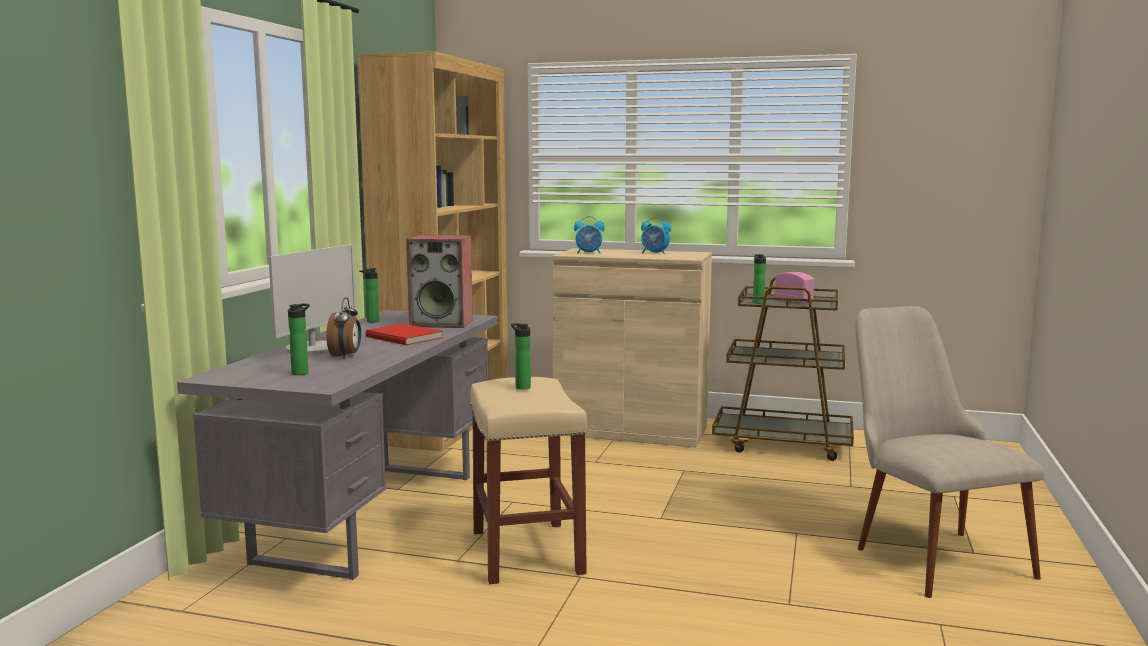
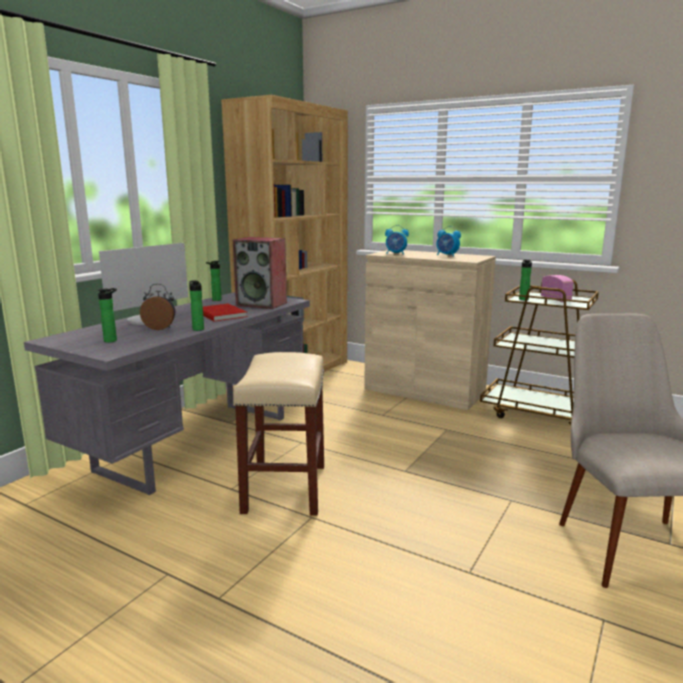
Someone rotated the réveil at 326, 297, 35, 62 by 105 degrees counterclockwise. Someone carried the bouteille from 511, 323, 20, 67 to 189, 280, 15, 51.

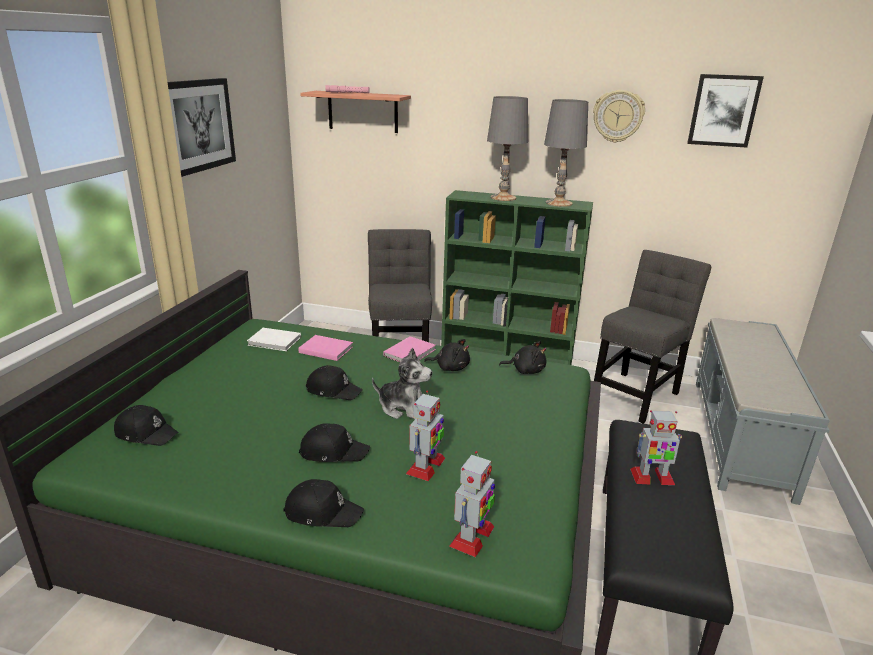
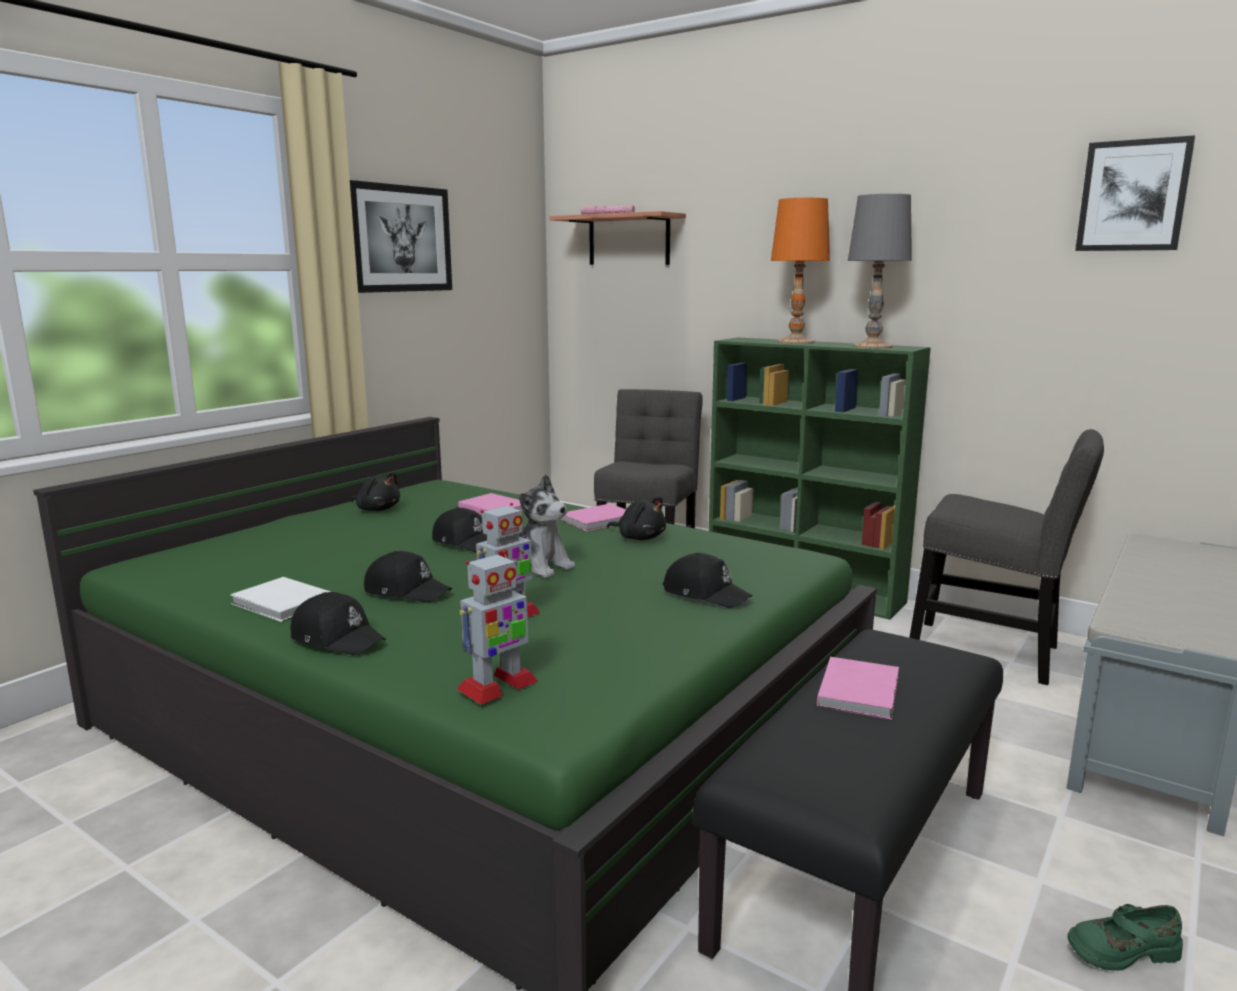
Someone carried the livre [blanc] from 247, 328, 54, 23 to 230, 577, 101, 45. Someone carried the peluche [noir] from 499, 341, 48, 33 to 351, 472, 49, 39. Someone carried the casquette [noir] from 114, 405, 65, 41 to 663, 553, 90, 55. Someone repainted the lampe de table [gris] at 487, 96, 41, 105, which became the lampe de table [orange] at 771, 198, 59, 146. Someone swapped the robot jouet at 630, 410, 52, 75 for the livre [rose] at 817, 657, 82, 63. Someone rotated the chaise [gris] at 594, 250, 117, 174 by 60 degrees clockwise. Someone put down the chaussure [vert] at 1067, 904, 116, 67. Someone took away the horloge murale at 593, 90, 52, 53.

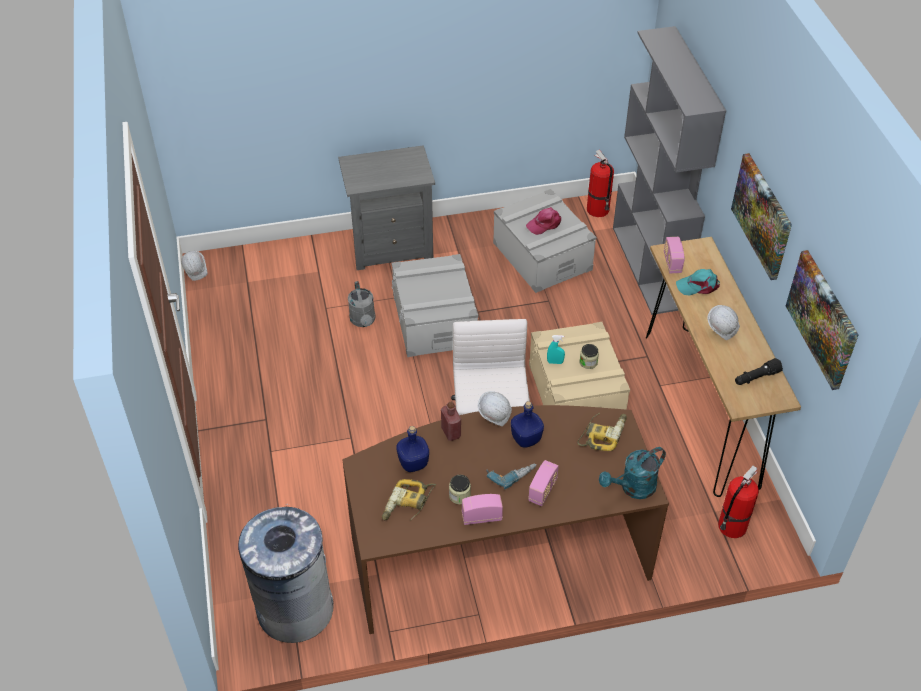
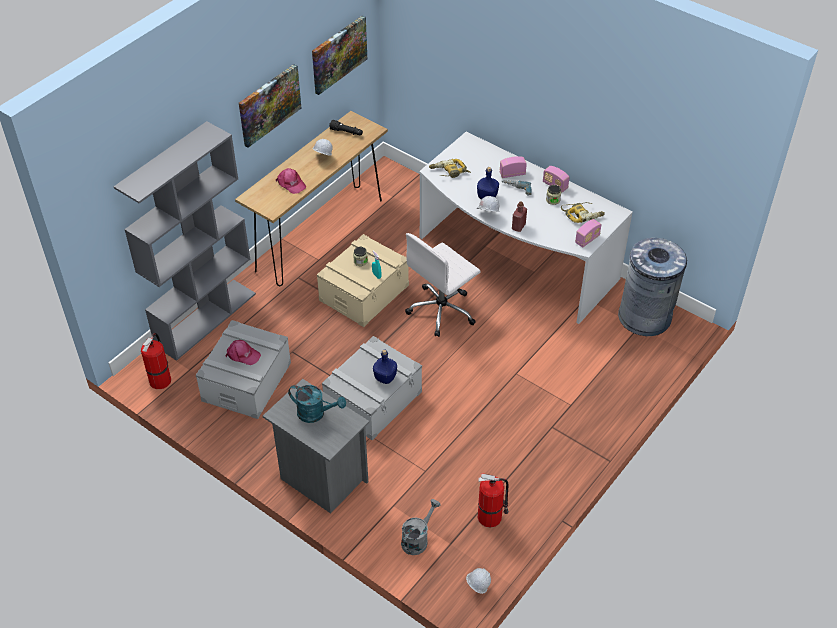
Someone repainted the casquette [turquoise] at 676, 269, 44, 27, which became the casquette [rose] at 276, 168, 30, 26. Someone carried the arrosoir [turquoise] from 599, 447, 67, 52 to 288, 385, 58, 38. Someone carried the bouteille [bleu] from 396, 426, 33, 46 to 373, 350, 24, 34. Someone carried the arrosoir [gris] from 348, 281, 28, 46 to 401, 499, 40, 56. Someone repainted the bureau [marron] at 342, 405, 327, 229, which became the bureau [blanc] at 419, 132, 214, 192. Someone carried the extincteur from 718, 466, 41, 72 to 478, 473, 31, 55. Someone carried the radio from 664, 237, 21, 36 to 575, 219, 27, 28.

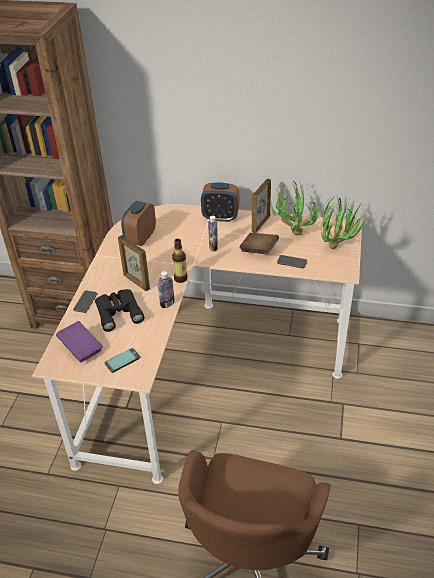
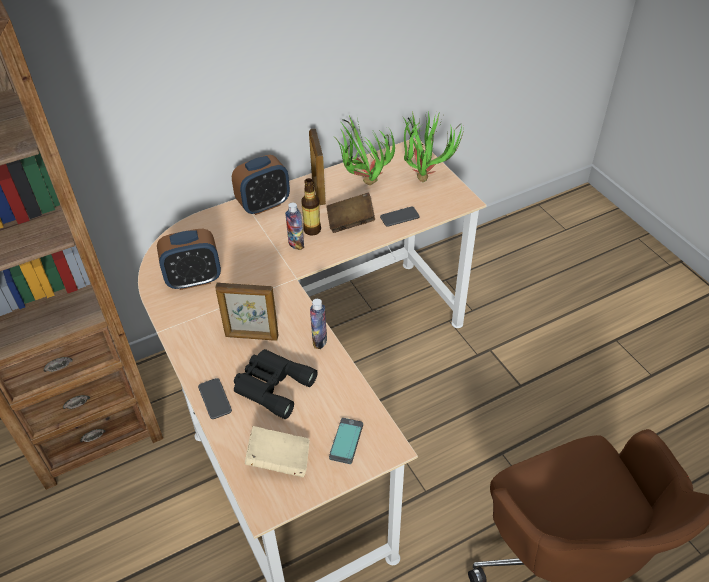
Someone rotated the réveil at 121, 201, 35, 45 by 90 degrees counterclockwise. Someone repainted the livre [violet] at 56, 321, 47, 42, which became the livre [beige] at 245, 426, 65, 52. Someone carried the bouteille from 172, 239, 16, 44 to 301, 178, 20, 58.

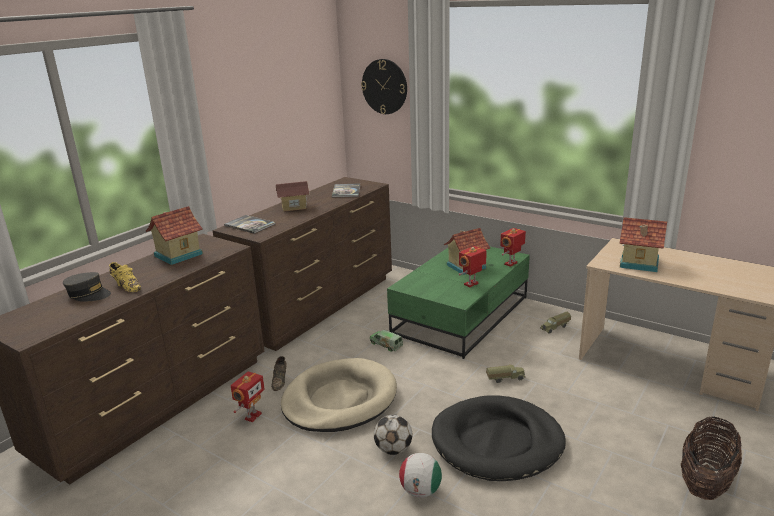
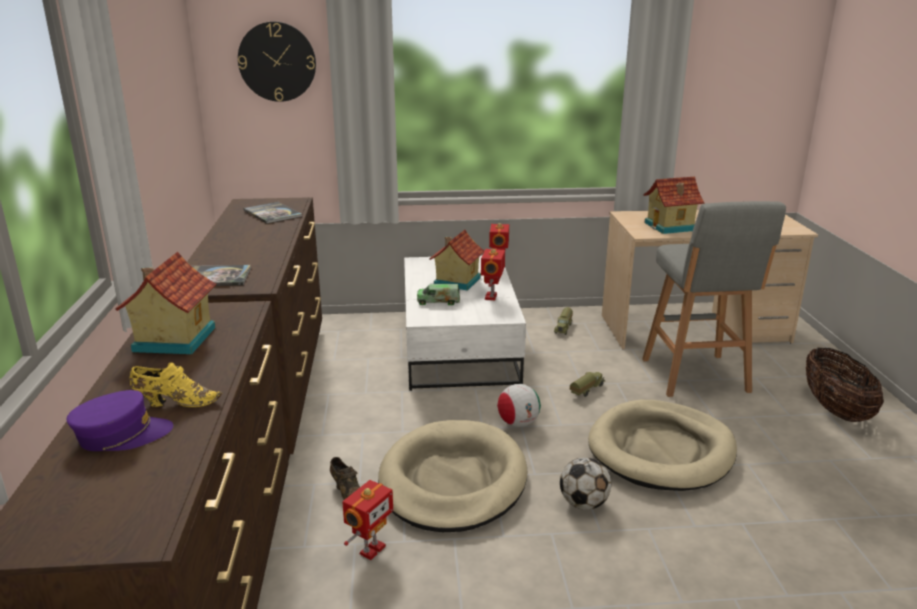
Someone repainted the casquette [gris] at 63, 272, 48, 30, which became the casquette [violet] at 67, 390, 106, 61. Someone rotated the robot jouet at 230, 371, 35, 51 by 45 degrees clockwise. Someone repainted the table basse [vert] at 387, 247, 143, 112, which became the table basse [blanc] at 404, 255, 122, 136. Someone carried the camion jouet from 370, 330, 33, 22 to 417, 284, 43, 21. Someone carried the ballon de foot from 399, 453, 43, 45 to 497, 384, 44, 43. Someone repainted the panier pour chien [noir] at 432, 395, 134, 86, which became the panier pour chien [beige] at 588, 400, 149, 91. Someone put down the tabouret [gris] at 642, 201, 144, 196. Someone took away the maison miniature at 276, 181, 33, 31.

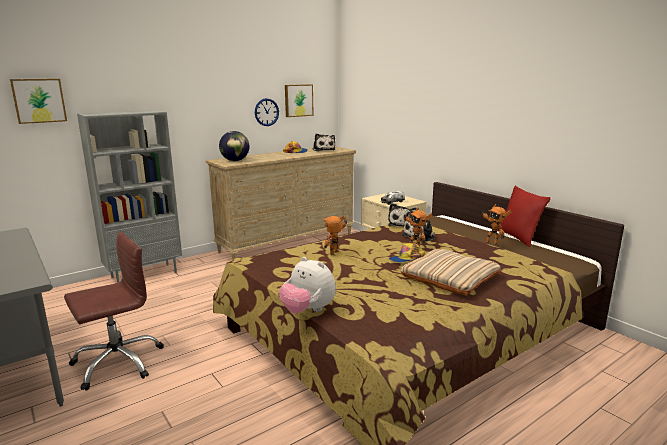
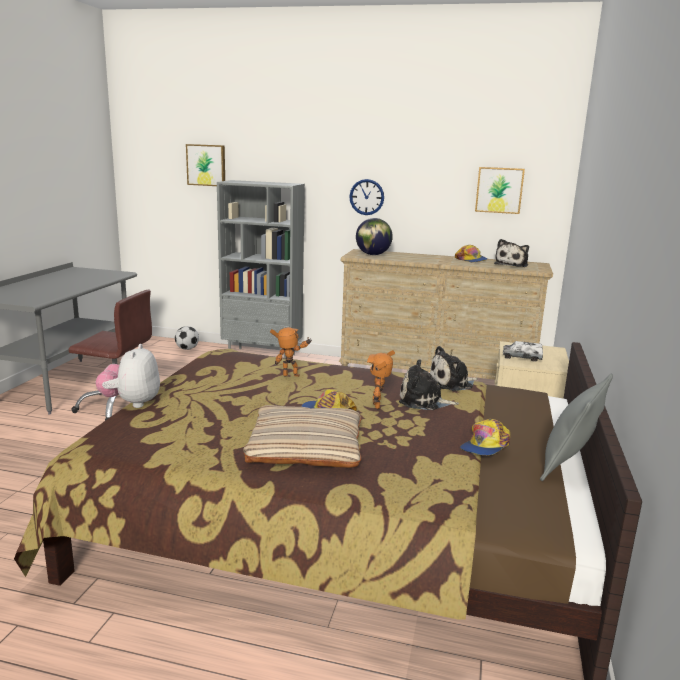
Someone put down the ballon de foot at 175, 326, 24, 24. Someone carried the horloge murale from 255, 98, 24, 28 to 349, 179, 35, 36. Someone swapped the robot jouet at 481, 204, 31, 40 for the casquette at 460, 419, 50, 36. Someone repainted the coussin [rouge] at 497, 186, 54, 61, which became the coussin [gris] at 540, 374, 73, 107.

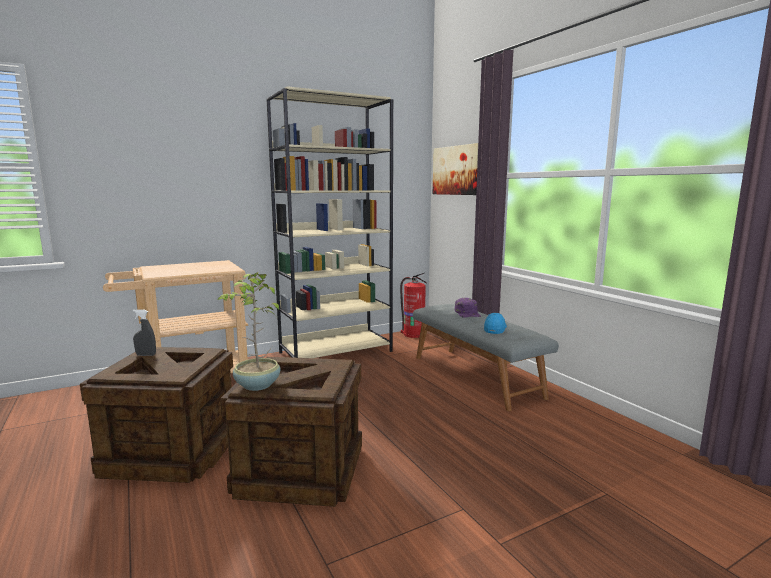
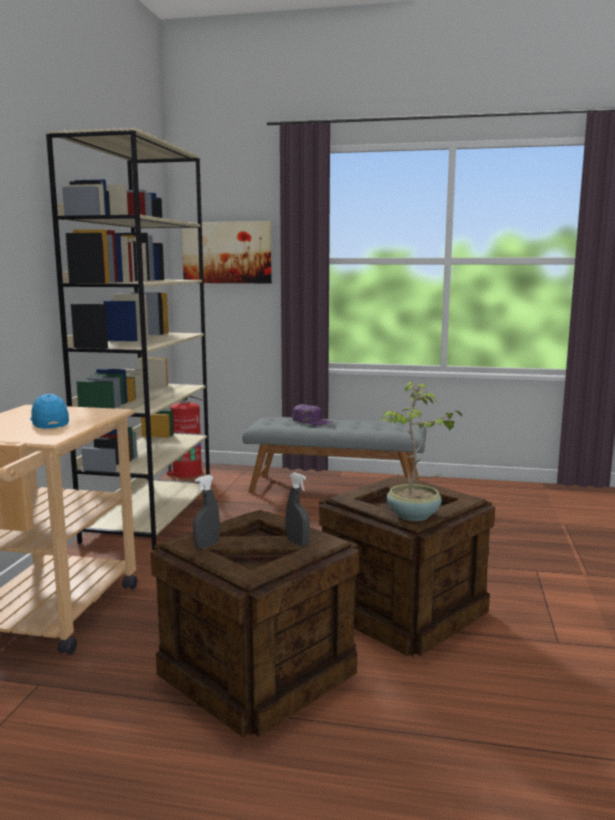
Someone carried the casquette [bleu] from 484, 313, 23, 21 to 30, 394, 39, 35. Someone put down the vaporisateur [gris] at 285, 472, 24, 75.

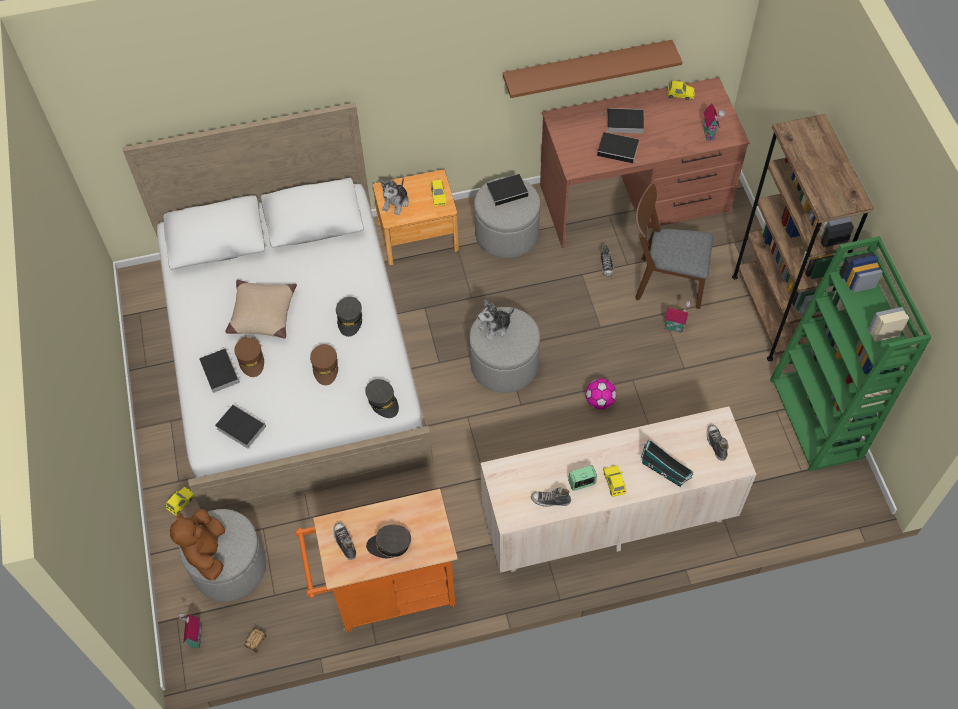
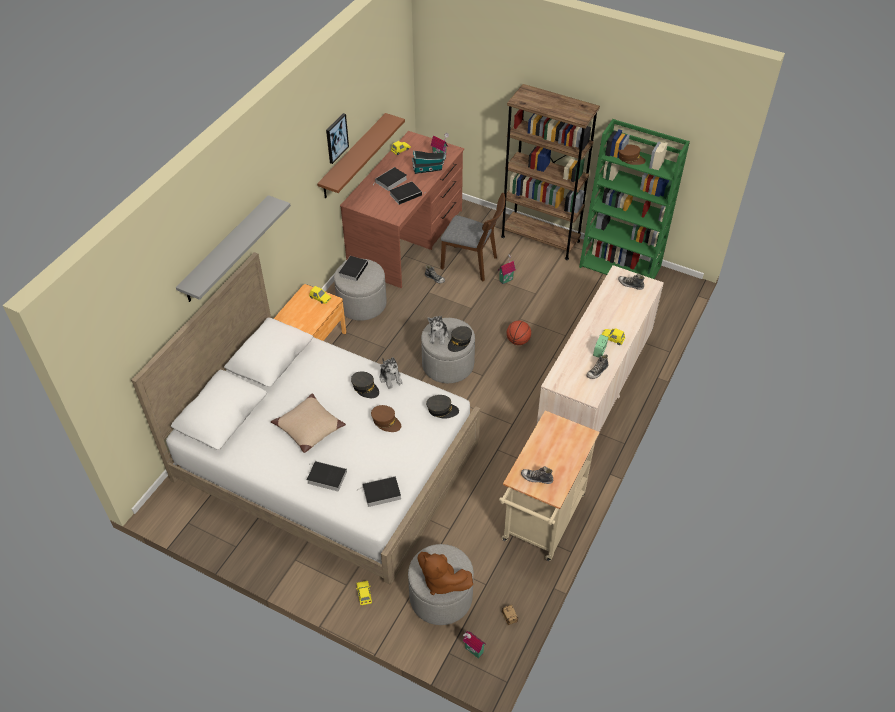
Someone put up the étagère [gris] at 176, 195, 115, 107. Someone put up the tableau at 326, 113, 23, 51. Someone carried the peluche from 380, 178, 29, 37 to 380, 357, 23, 32. Someone carried the maison miniature from 641, 439, 53, 48 to 412, 151, 34, 23. Someone rotated the chaise [marron] at 635, 183, 78, 126 by 120 degrees counterclockwise. Someone carried the casquette [gris] from 366, 525, 45, 33 to 448, 326, 24, 26. Someone repainted the chariot [orange] at 295, 489, 163, 144, which became the chariot [beige] at 499, 410, 101, 151. Someone swapped the ballon de foot at 586, 378, 31, 31 for the ballon de basket at 507, 321, 24, 24. Someone carried the casquette [marron] from 234, 337, 30, 40 to 618, 144, 28, 21.

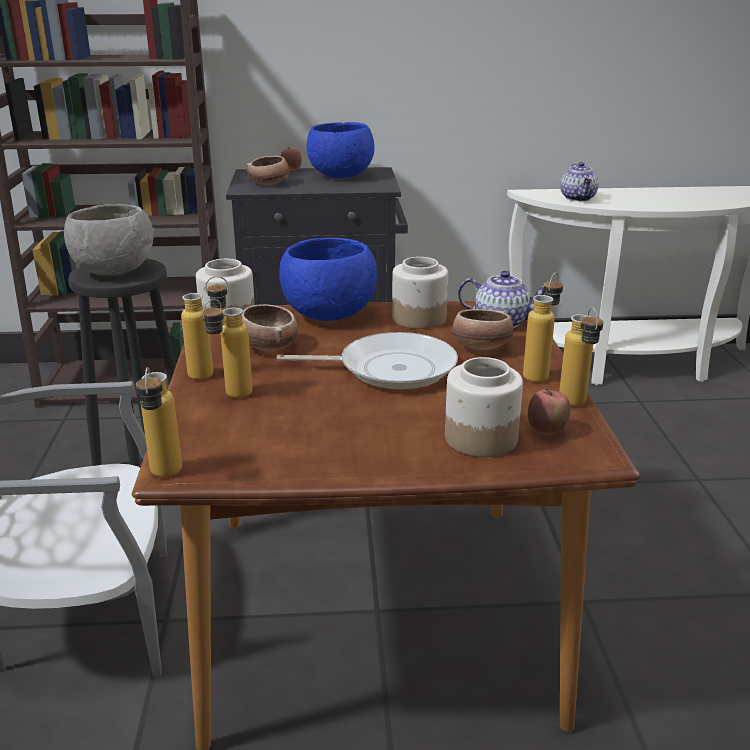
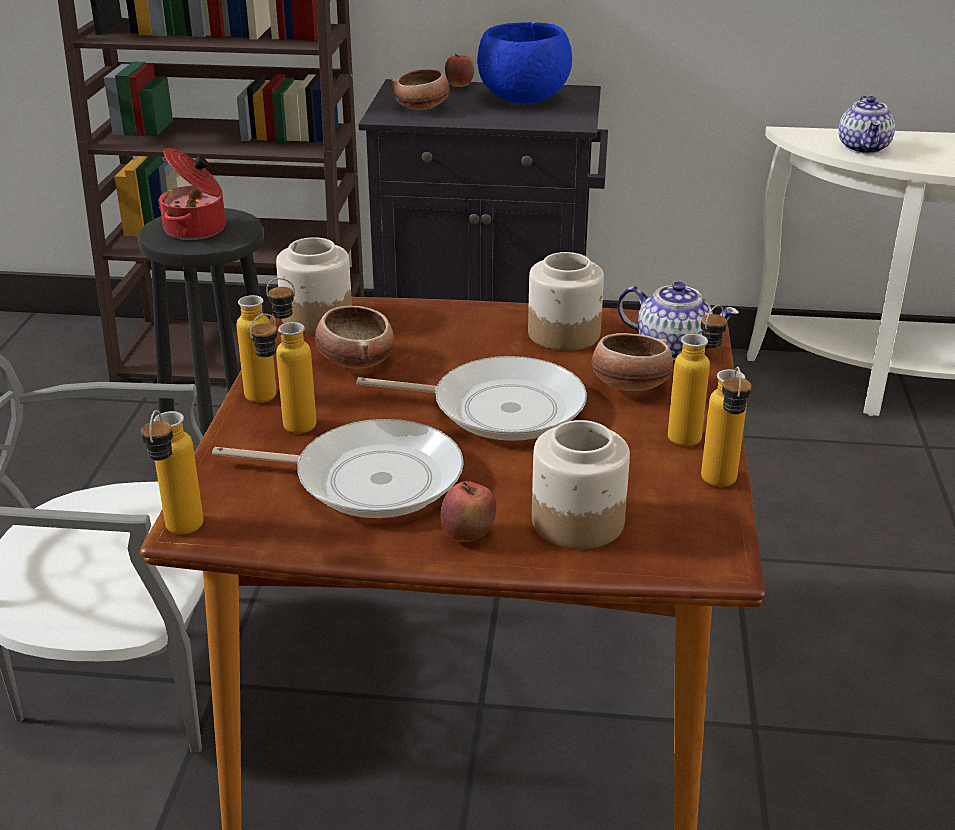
Someone swapped the bol [gris] at 64, 204, 90, 72 for the marmite at 158, 148, 68, 92. Someone put down the poêle at 212, 419, 252, 99. Someone carried the pomme from 528, 388, 43, 47 to 441, 481, 55, 61. Someone took away the bol [bleu] at 279, 238, 98, 83.

